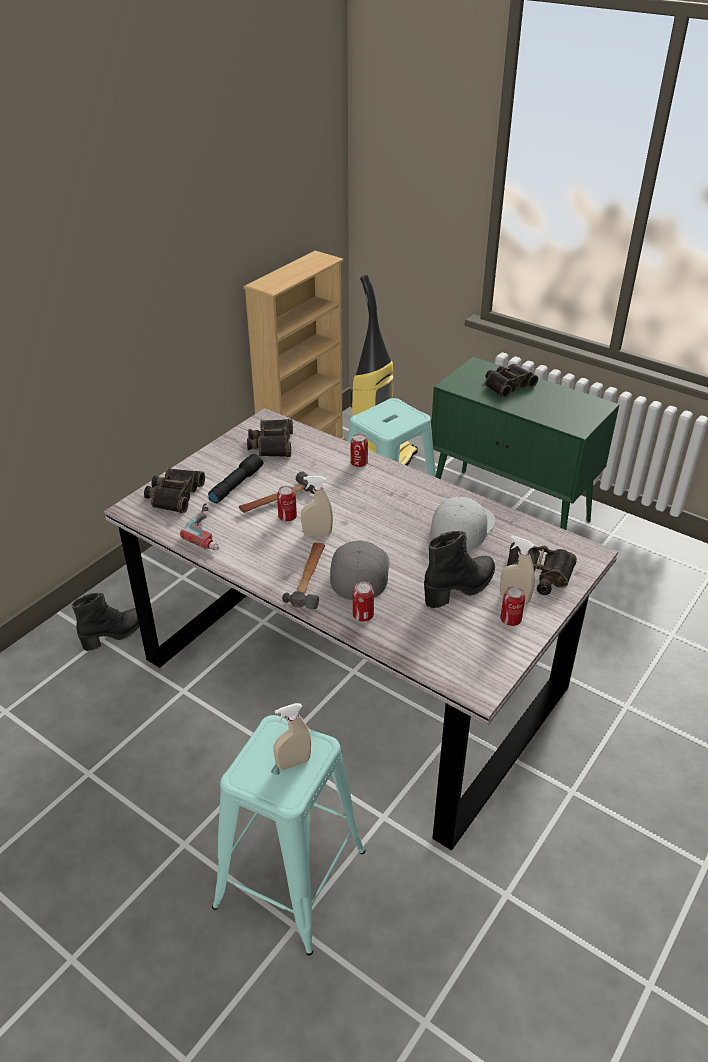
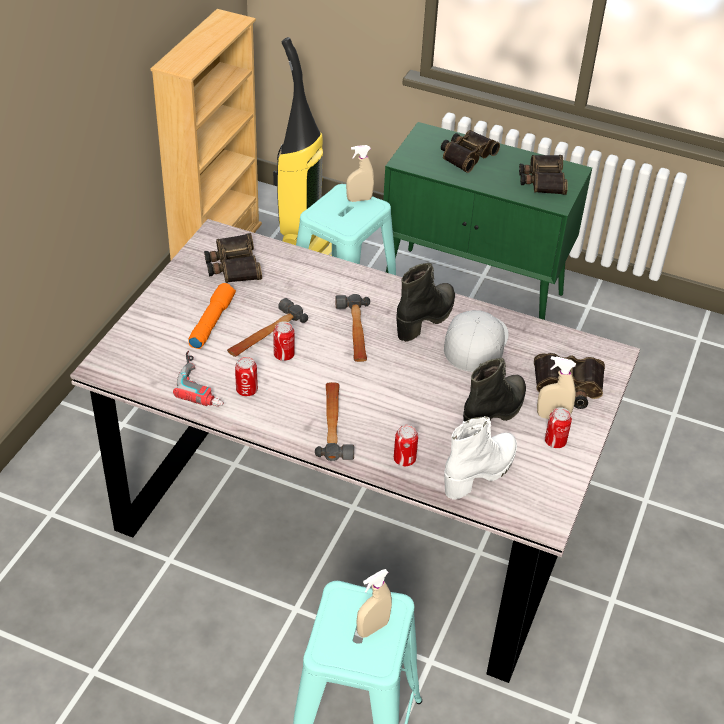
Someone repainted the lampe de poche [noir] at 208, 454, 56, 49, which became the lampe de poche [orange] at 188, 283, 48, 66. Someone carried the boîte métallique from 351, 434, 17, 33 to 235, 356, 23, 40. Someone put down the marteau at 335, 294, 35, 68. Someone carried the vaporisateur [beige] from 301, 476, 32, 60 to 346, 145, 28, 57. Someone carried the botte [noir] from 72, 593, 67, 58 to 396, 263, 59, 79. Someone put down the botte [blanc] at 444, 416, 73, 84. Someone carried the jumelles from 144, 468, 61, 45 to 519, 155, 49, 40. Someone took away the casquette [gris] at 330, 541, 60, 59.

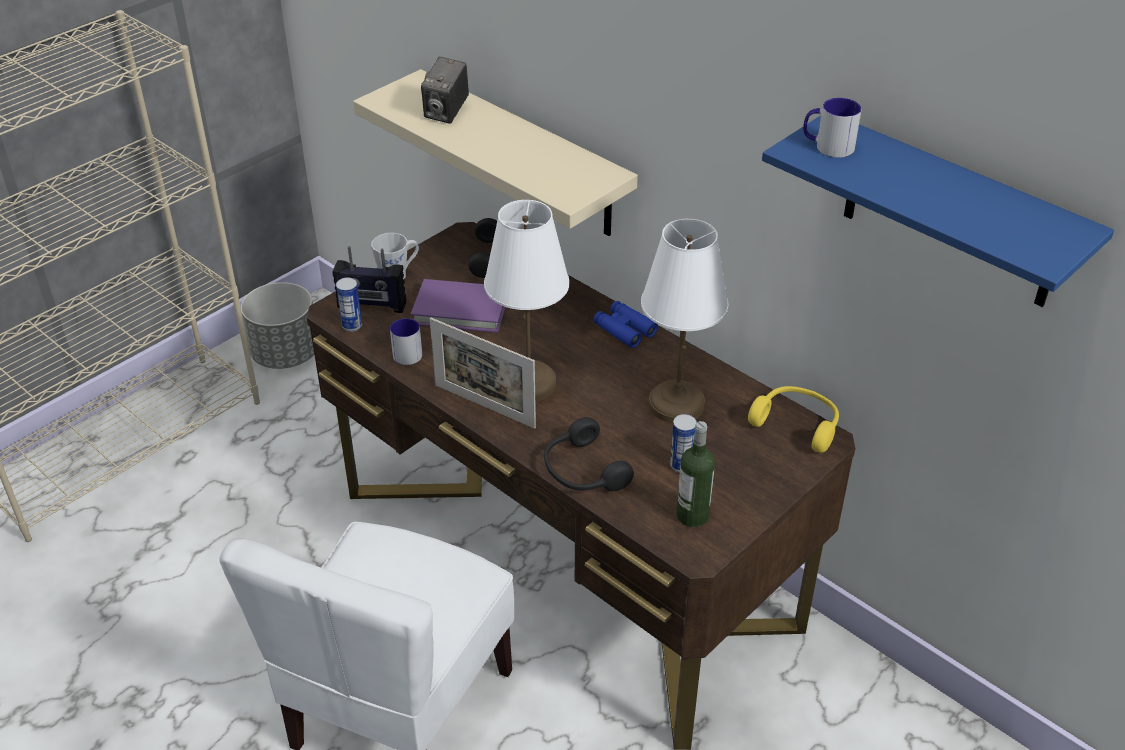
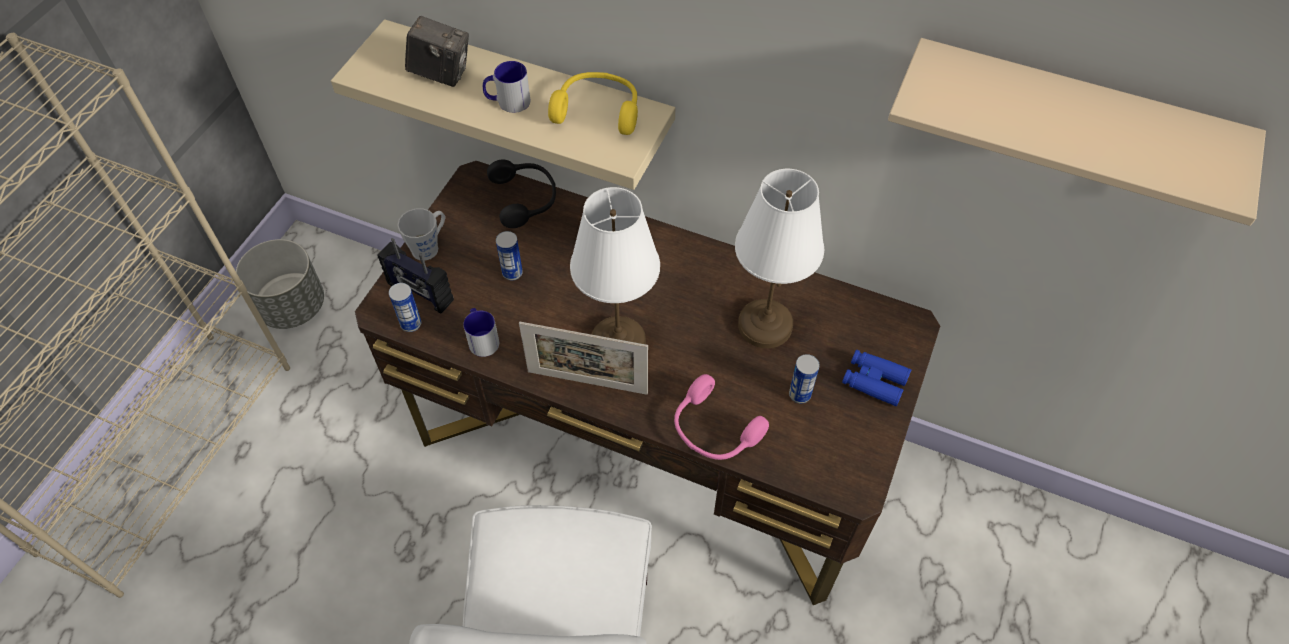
Someone rotated the radio at 332, 246, 75, 67 by 45 degrees clockwise. Someone rotated the appareil photo at 421, 56, 48, 68 by 75 degrees counterclockwise. Someone carried the mug from 803, 98, 58, 60 to 483, 61, 48, 52. Someone swapped the livre [violet] at 411, 279, 95, 54 for the boîte métallique at 496, 231, 27, 50. Someone carried the casque audio [jaune] from 748, 386, 91, 67 to 548, 72, 90, 63. Someone repainted the casque audio [noir] at 544, 417, 90, 74, which became the casque audio [rose] at 674, 374, 95, 86. Someone carried the jumelles [bleu] from 594, 301, 64, 47 to 842, 350, 69, 56. Someone repainted the étagère [bleu] at 762, 115, 352, 192, which became the étagère [beige] at 888, 38, 378, 188. Someone took away the bouteille at 676, 421, 39, 106.

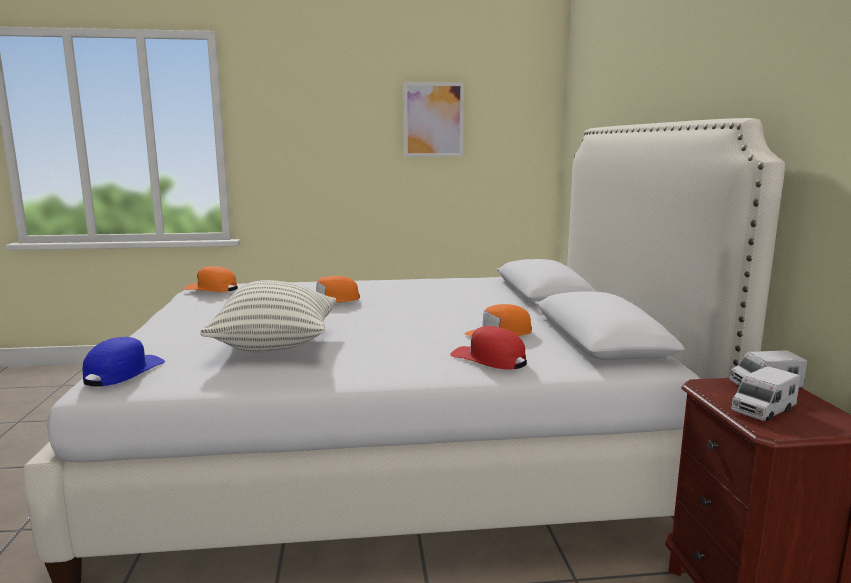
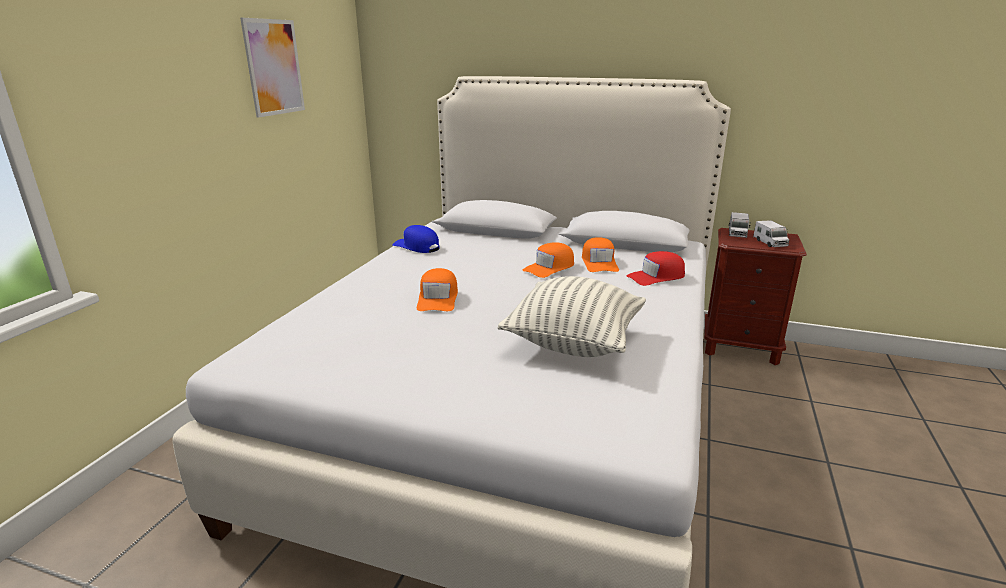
Someone carried the casquette [bleu] from 83, 337, 82, 49 to 392, 225, 48, 28. Someone carried the casquette [orange] from 184, 266, 54, 26 to 522, 242, 52, 36.

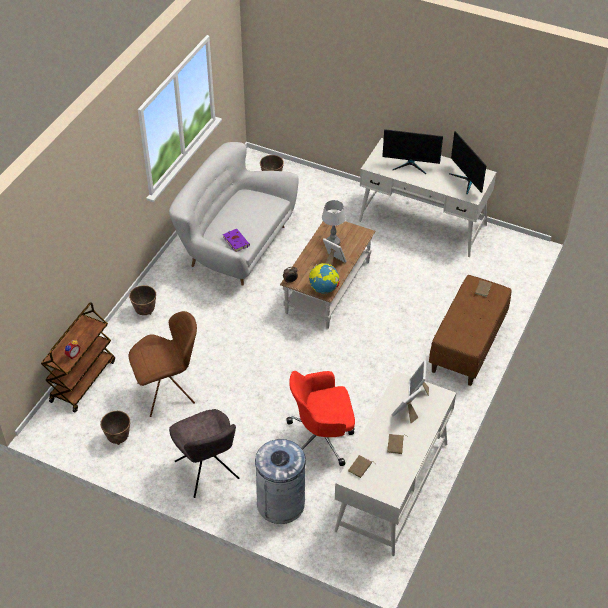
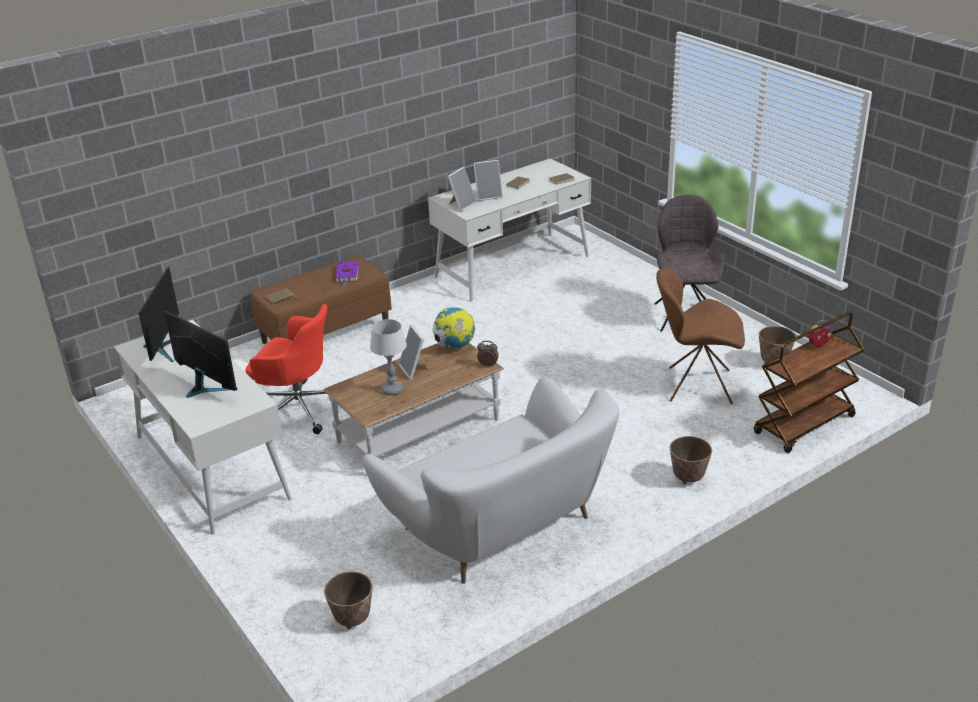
Someone carried the chaise de bureau [rouge] from 286, 371, 69, 95 to 245, 304, 82, 130. Someone carried the livre [violet] from 223, 229, 27, 23 to 335, 261, 24, 25. Someone took away the poubelle [gris] at 255, 439, 51, 85.

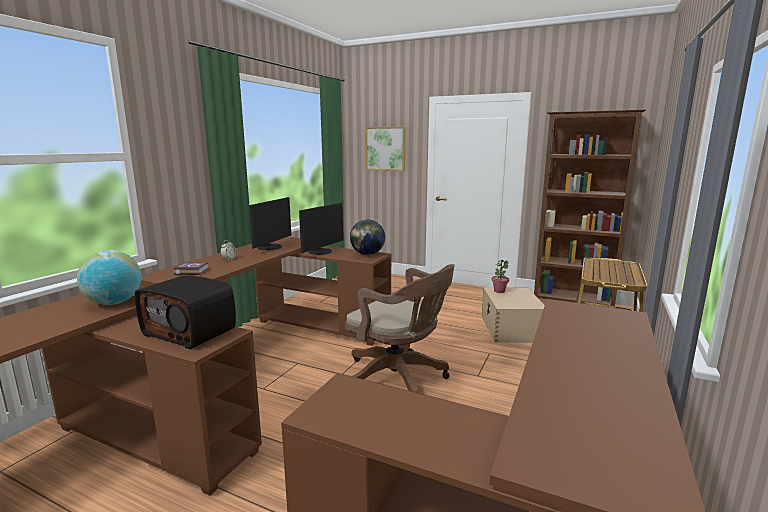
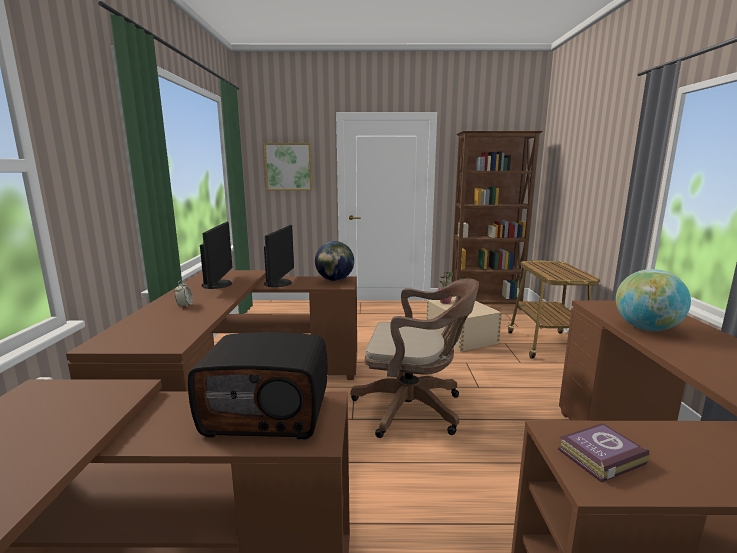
Someone carried the livre from 173, 263, 36, 12 to 558, 423, 92, 60. Someone carried the globe from 77, 250, 64, 55 to 616, 269, 75, 62.

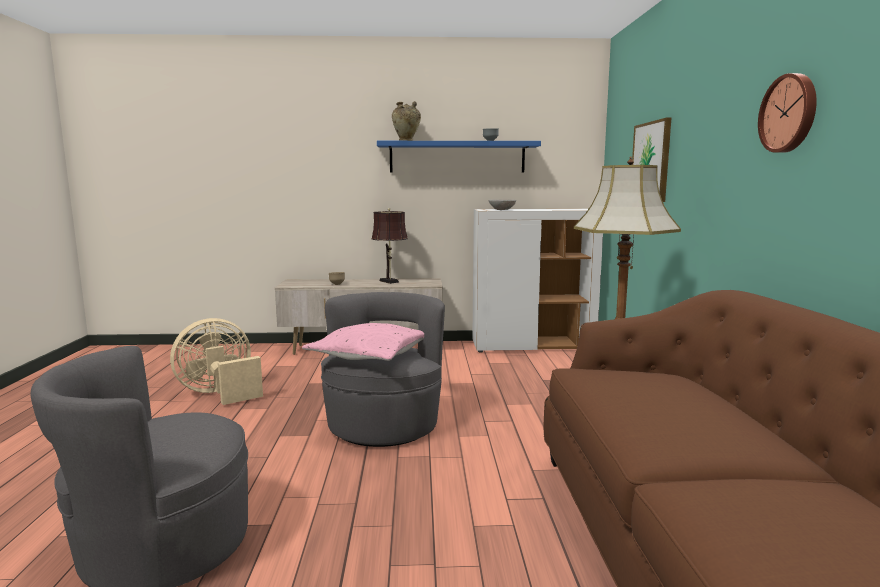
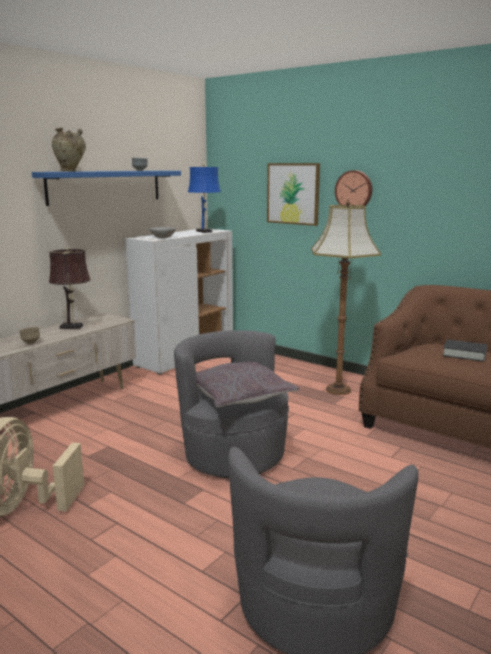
Someone put down the lampe de table [bleu] at 188, 163, 33, 70. Someone repainted the coussin [rose] at 302, 323, 122, 38, which became the coussin [gris] at 196, 362, 104, 45. Someone carried the horloge murale from 758, 73, 59, 80 to 335, 170, 37, 36. Someone put down the livre [noir] at 442, 339, 45, 23.

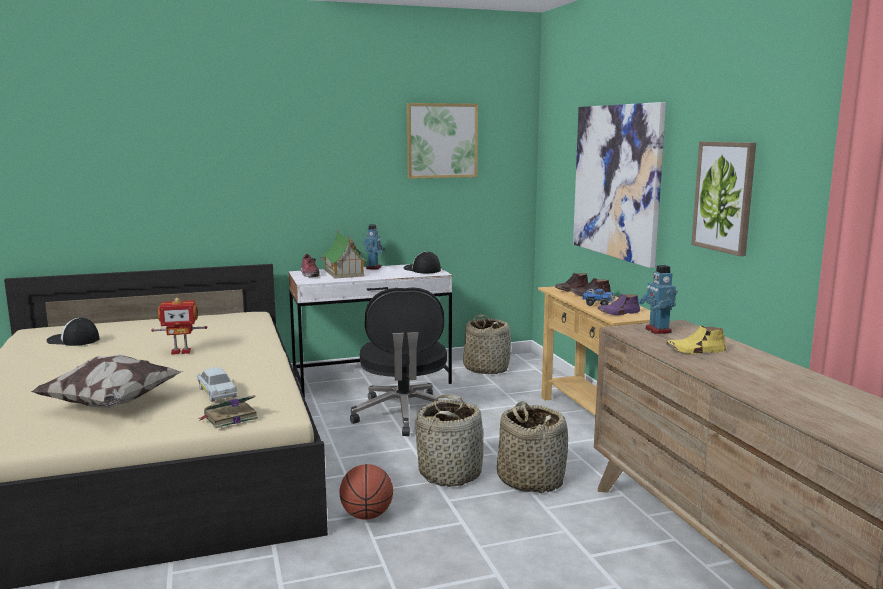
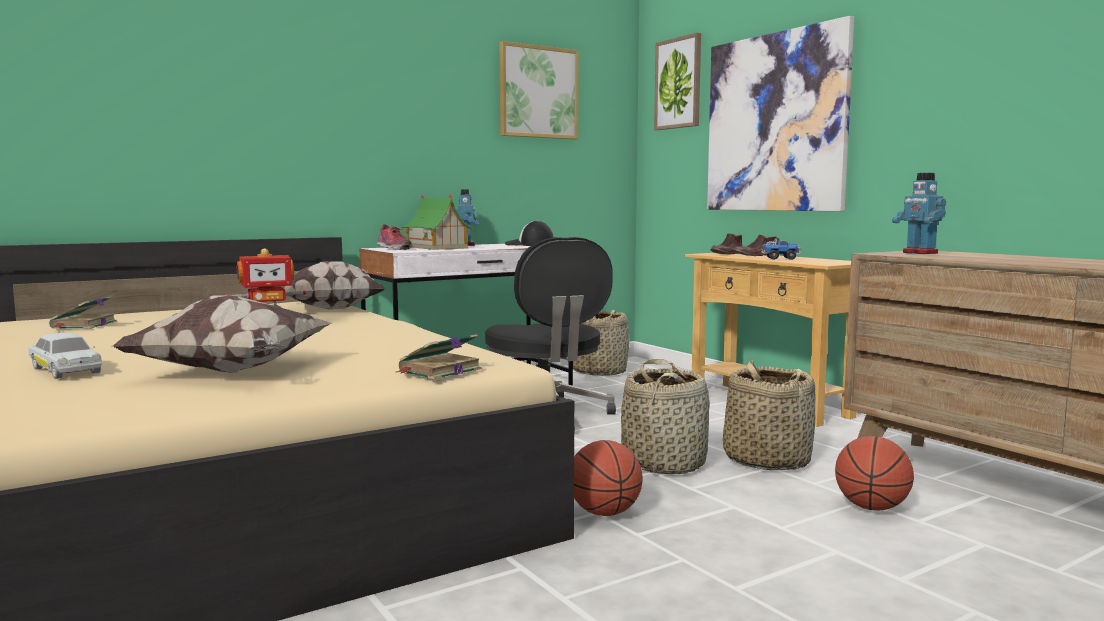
Someone carried the petite voiture [blanc] from 197, 367, 40, 35 to 28, 333, 74, 46. Someone swapped the casquette at 46, 318, 53, 28 for the livre at 49, 296, 68, 33. Someone put down the coussin at 284, 261, 102, 48. Someone carried the tableau from 691, 141, 65, 115 to 654, 33, 47, 97. Someone put down the ballon de basket at 835, 436, 79, 75. Someone took away the chaussure [violet] at 597, 293, 43, 22. Someone took away the chaussure [jaune] at 666, 326, 60, 28.

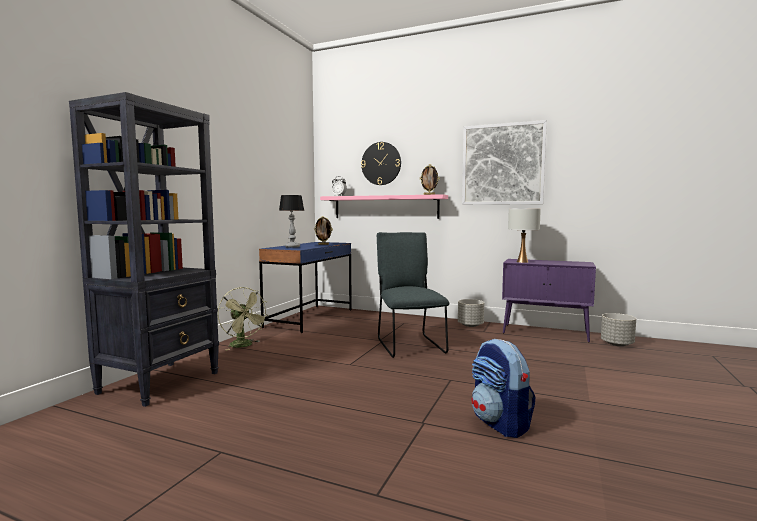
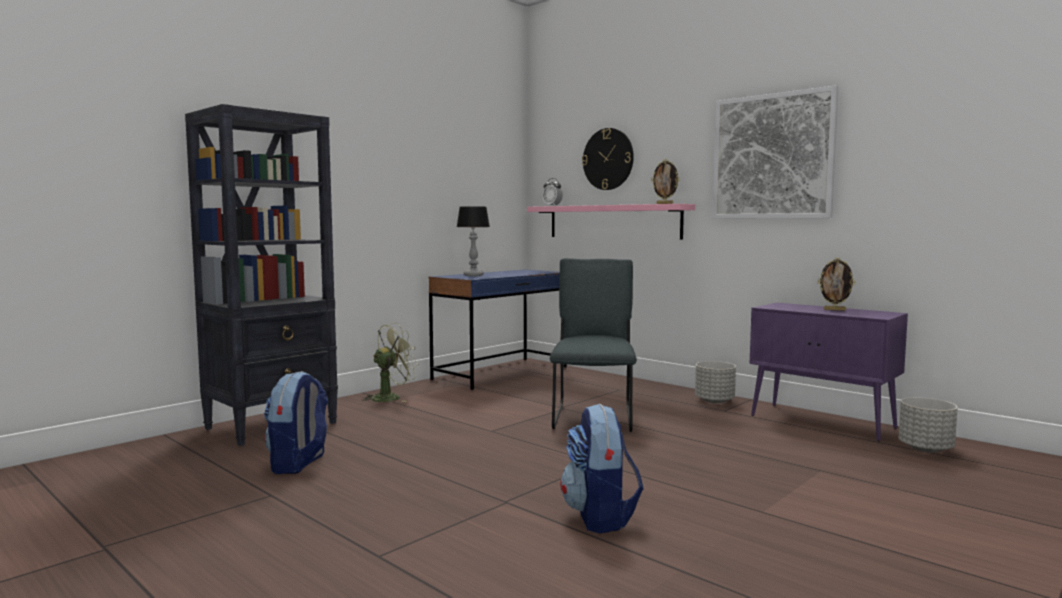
Someone put down the sac à dos at 264, 371, 64, 103. Someone rotated the ventilateur [vert] at 218, 287, 51, 63 by 105 degrees counterclockwise. Someone carried the cadre photo from 314, 216, 19, 29 to 818, 258, 38, 53. Someone took away the lampe de table [blanc] at 508, 208, 33, 55.

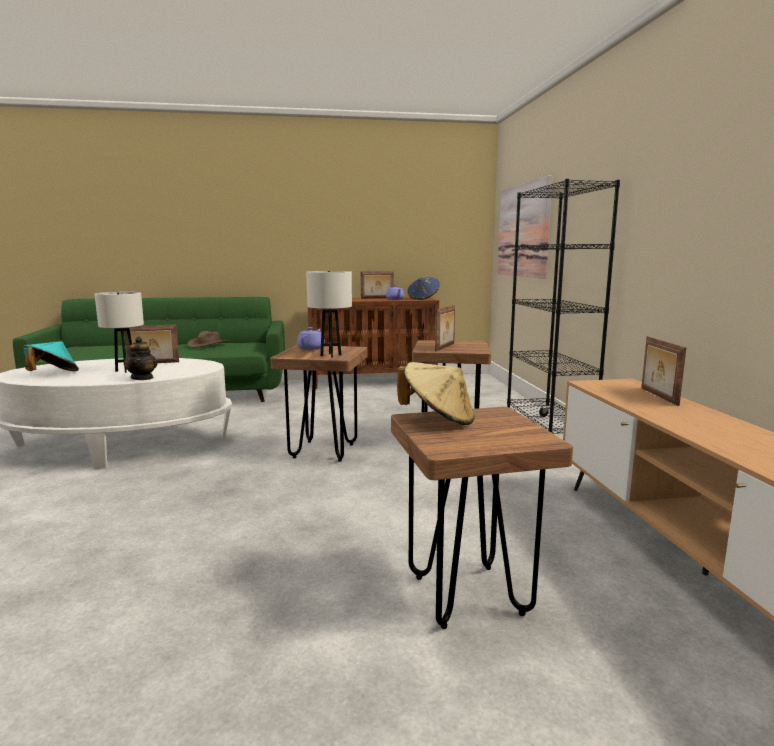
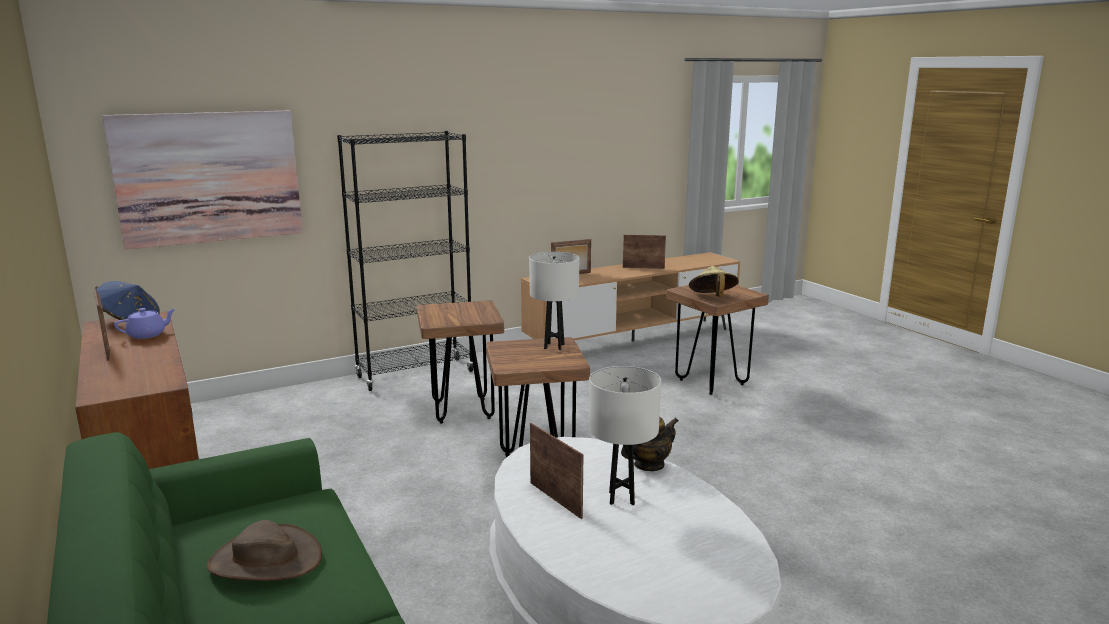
Someone carried the cadre photo from 435, 305, 20, 46 to 623, 235, 43, 34. Someone took away the chapeau [turquoise] at 24, 341, 55, 30. Someone took away the théière [violet] at 297, 327, 28, 23.

